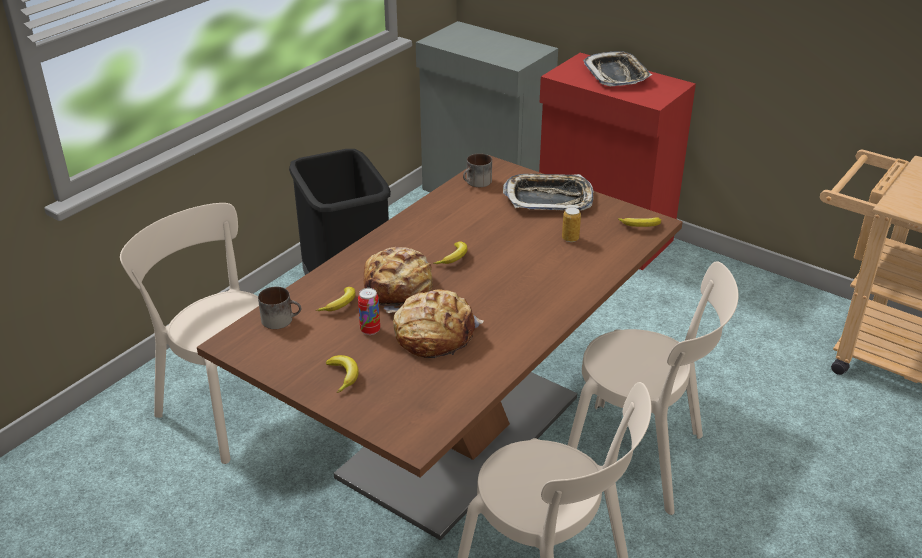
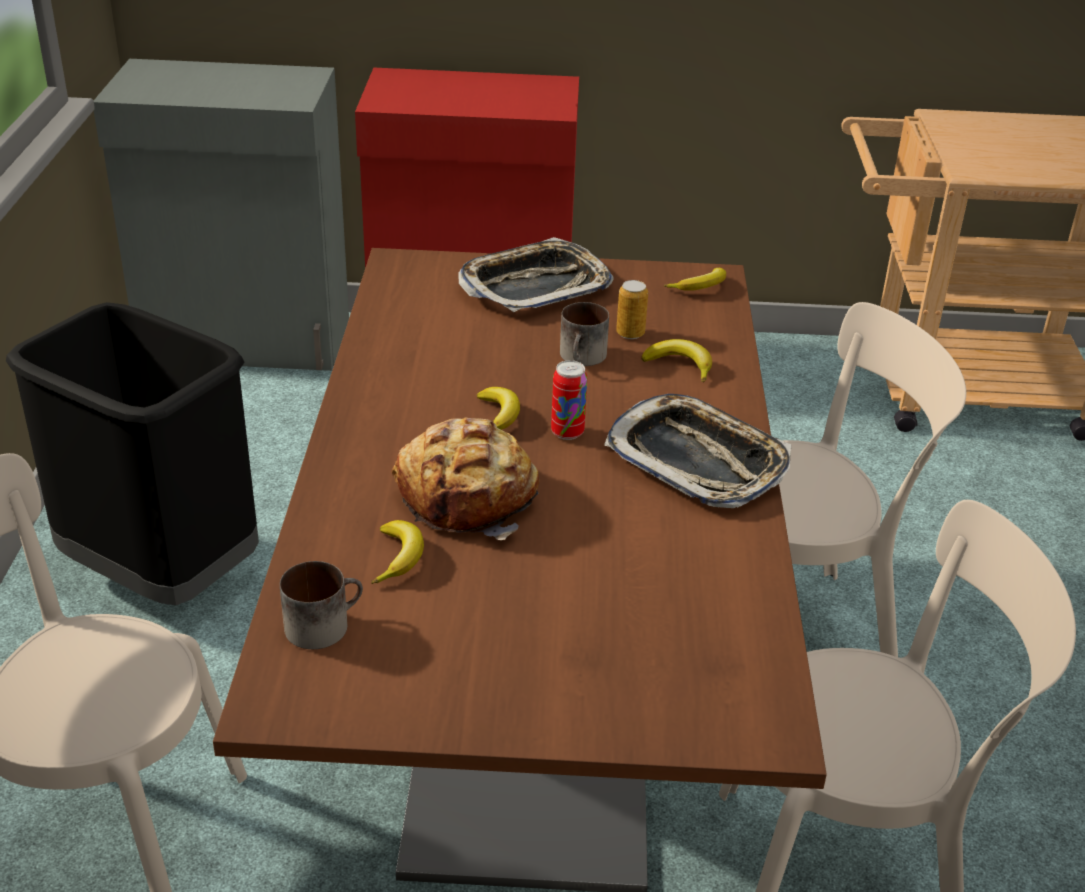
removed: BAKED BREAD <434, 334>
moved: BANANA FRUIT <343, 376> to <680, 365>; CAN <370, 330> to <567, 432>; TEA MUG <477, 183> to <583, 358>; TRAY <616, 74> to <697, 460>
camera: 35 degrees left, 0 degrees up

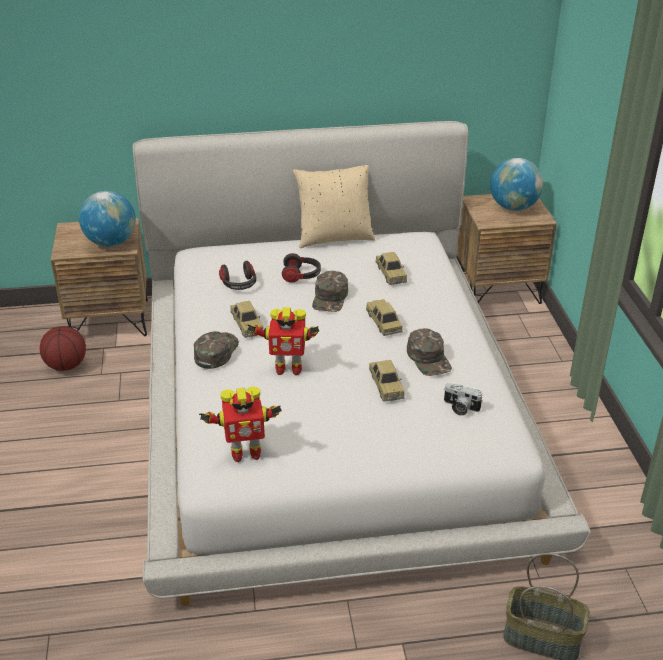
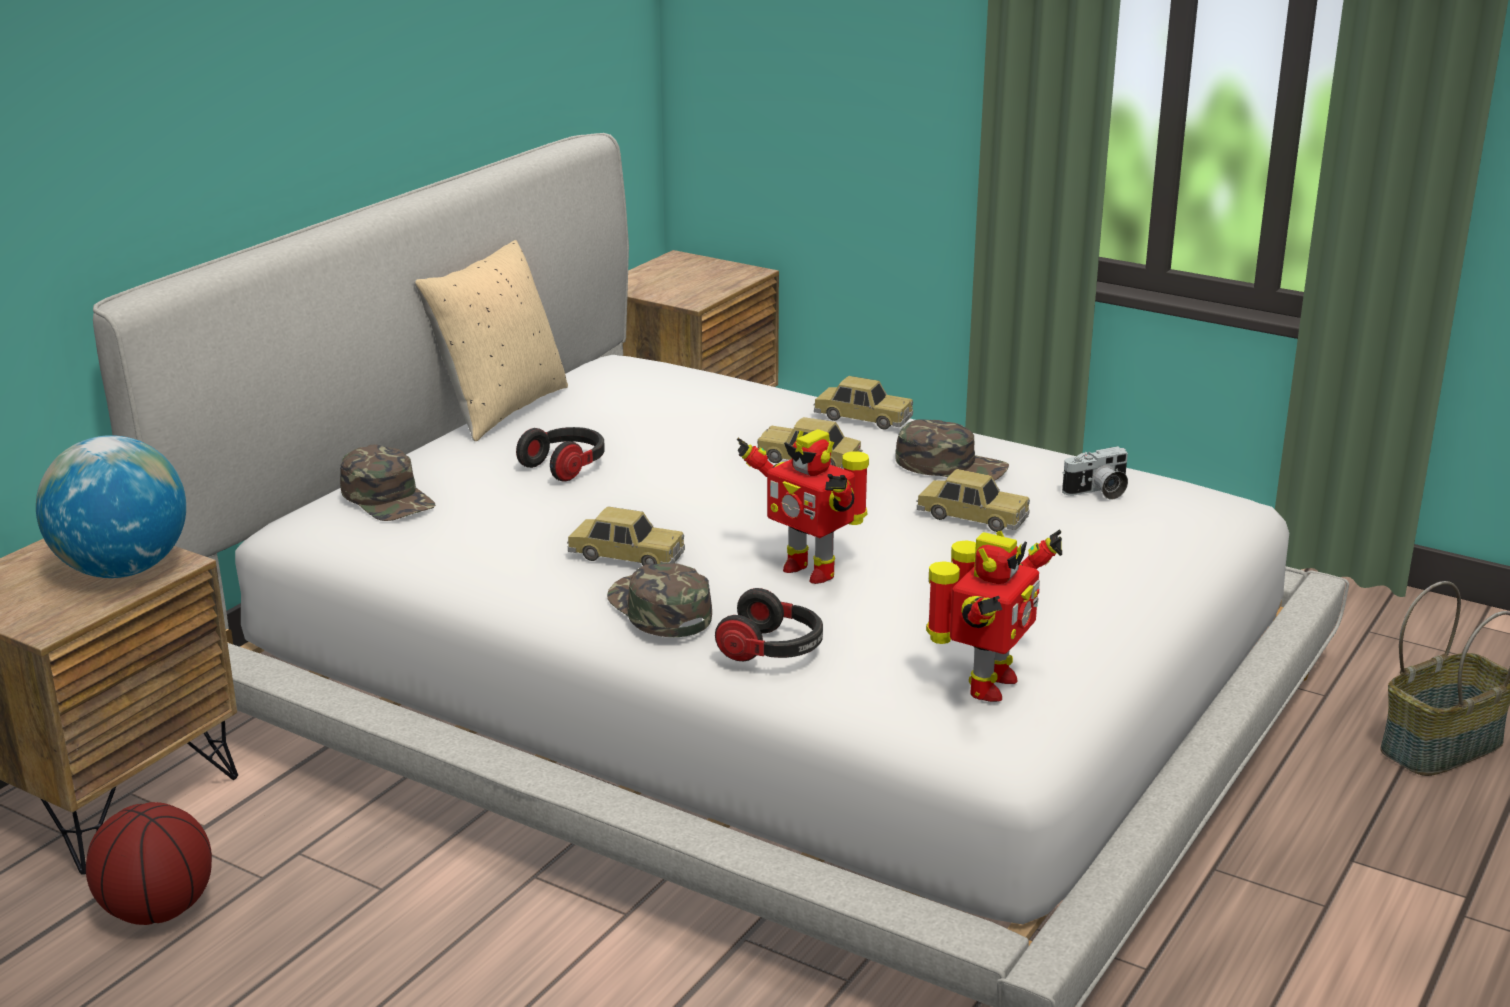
removed: WORLD GLOBE <513, 207>
moved: PAIR OF HEADPHONES <239, 285> to <773, 650>; GREEN-COLOURED PEAKED CAP <330, 298> to <388, 498>; MINIATURE CAR <390, 274> to <862, 418>
turned: ROBOT FIGURE <287, 368> = <810, 569> 90 degrees clockwise
camera: 50 degrees left, 10 degrees down

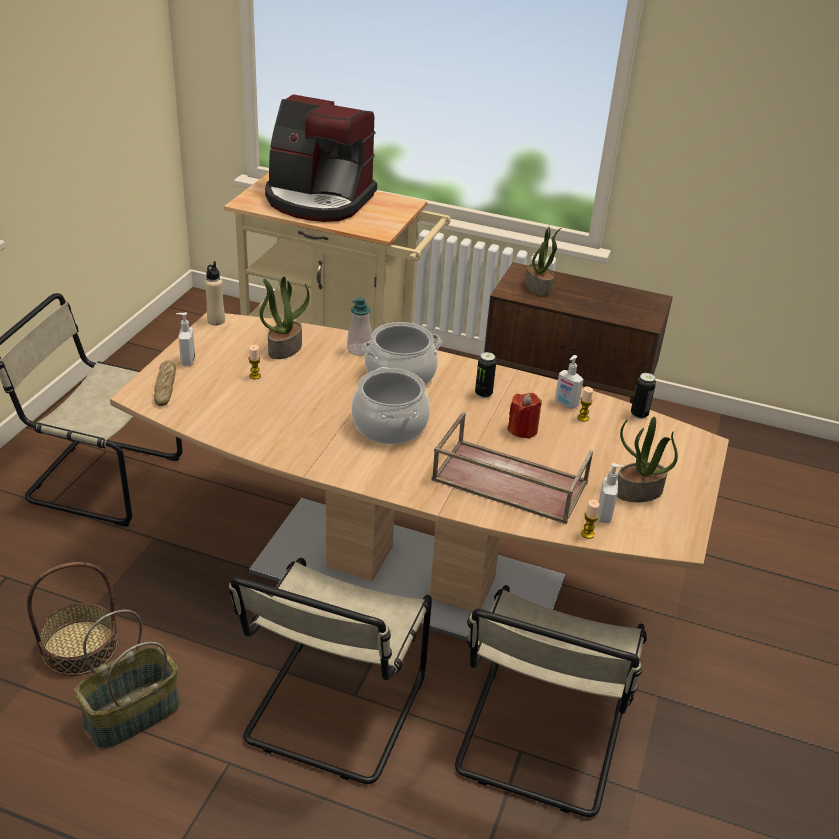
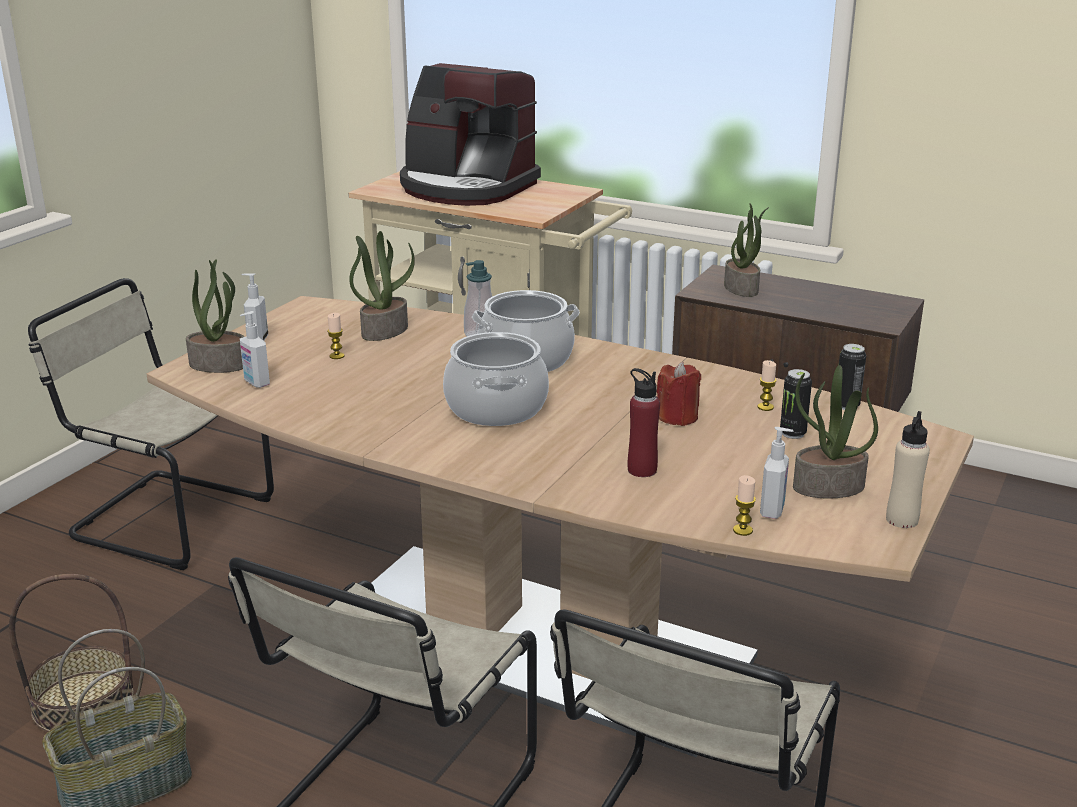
moved: BEIGE BOTTLE <216, 321> to <901, 520>; CAN <483, 393> to <792, 433>; SOAP BOTTLE <566, 404> to <256, 383>
replaced: BAKED BREAD <165, 388> to PLANT IN A POT <219, 364>; BROWN TRAY <508, 481> to RED BOTTLE <642, 470>
camera: 10 degrees right, 10 degrees down

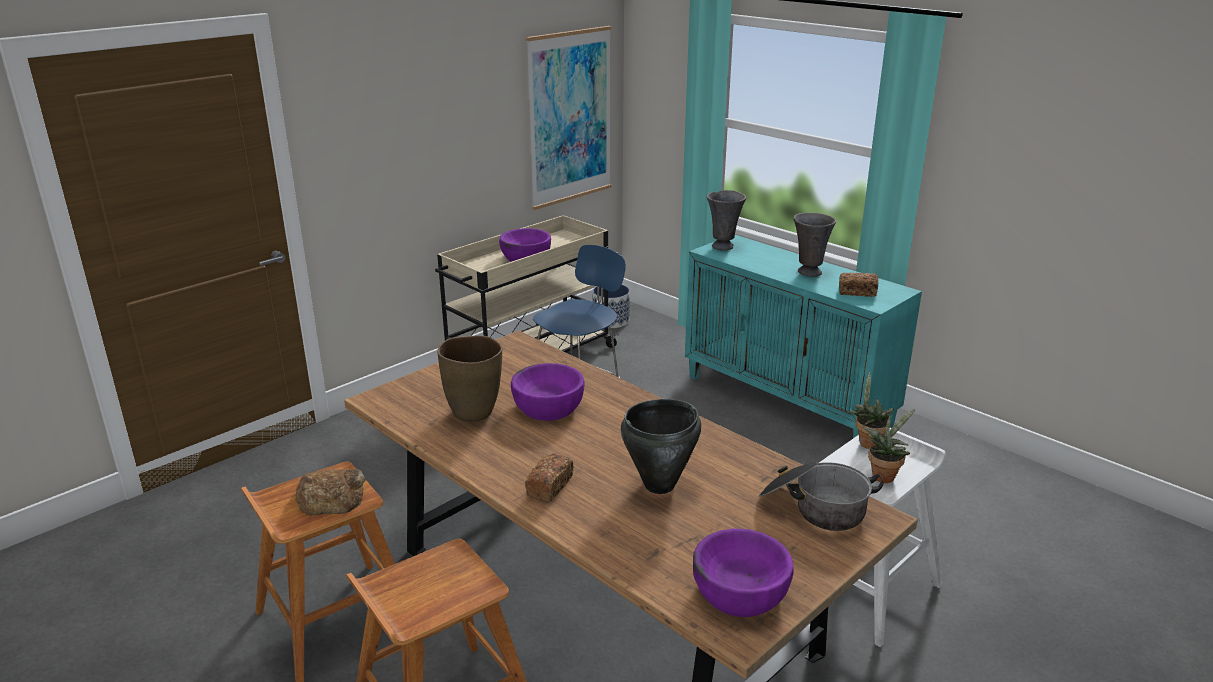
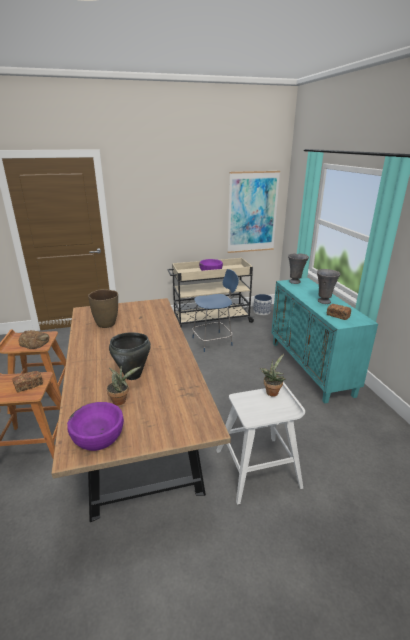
removed: PURPLE BOWL <548, 407>; STOCKPOT <814, 508>
moved: BAKED BREAD <550, 486> to <29, 385>; PLANT IN A POT <883, 475> to <121, 400>
camera: 30 degrees right, 0 degrees up

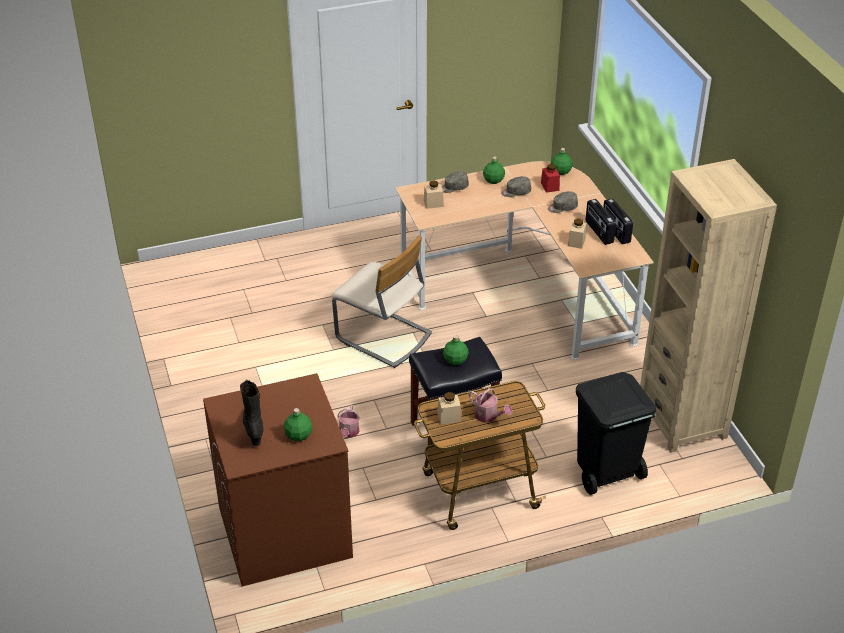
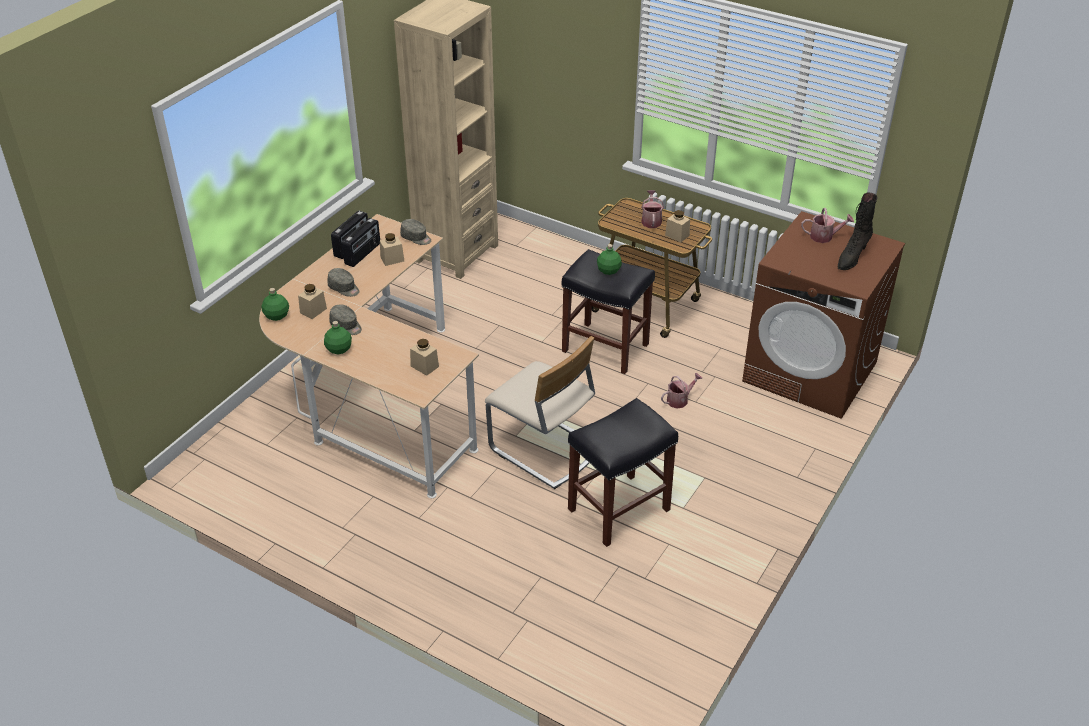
removed: BLACKISH TRASH CAN <606, 473>
added: BLACKISH STOOL <618, 510>
moved: GRAY PEAKED CAP <453, 187> to <416, 238>
replaced: GREEN-COLOURED BOTTLE <298, 435> to WATERING CAN <824, 236>
recoloured: RED STORAGE JAR <550, 186> to BEIGE STORAGE JAR <313, 310>
turned: BEIGE PLAIN CHAIR <383, 337> = <544, 450> 135 degrees clockwise
camera: 130 degrees left, 0 degrees up

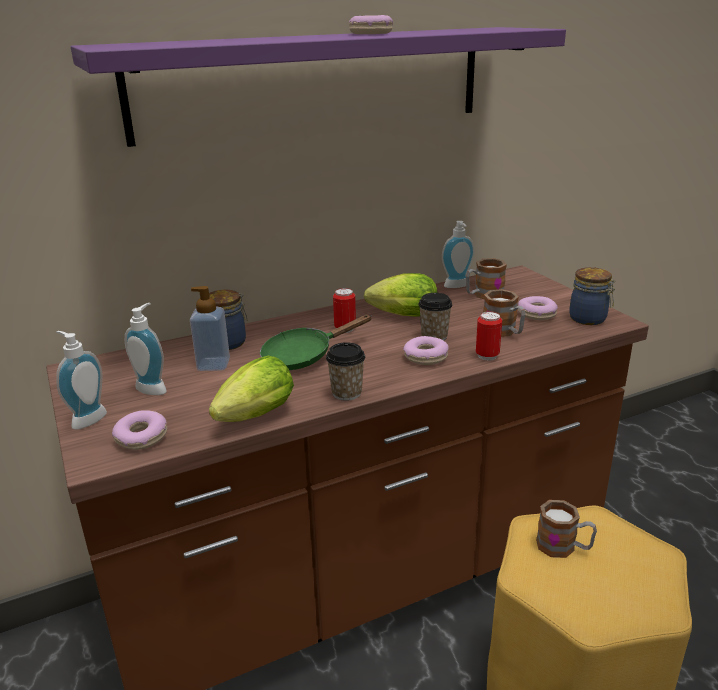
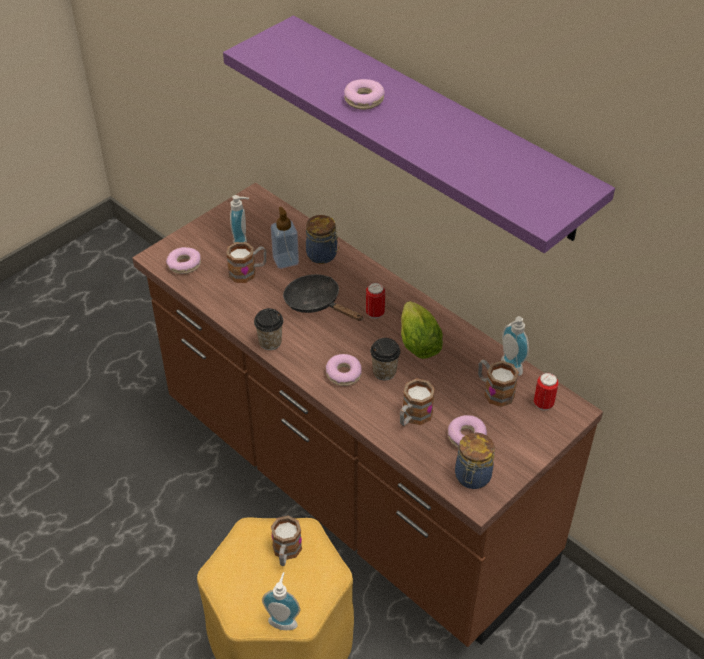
removed: LETTUCE <252, 418>
added: TEA MUG <248, 272>
moved: SOAP BOTTLE <86, 419> to <283, 620>; DONUT <370, 33> to <364, 100>; CAN <487, 356> to <543, 404>
recoloured: GREEN-COLOURED PAN <304, 356> to BLACKISH PAN <316, 303>
camera: 70 degrees right, 20 degrees up

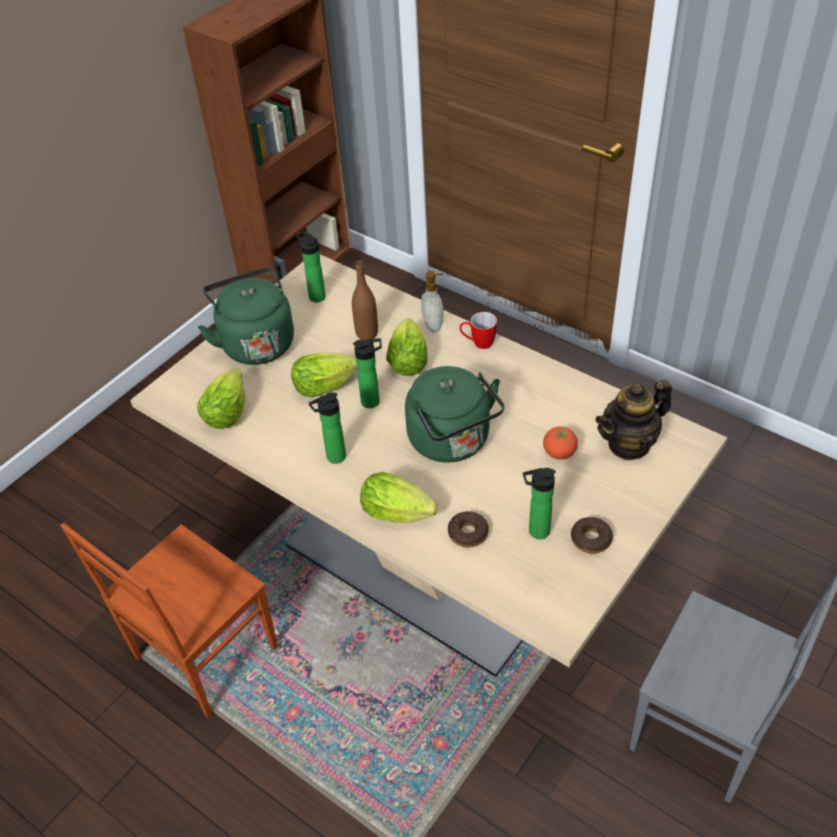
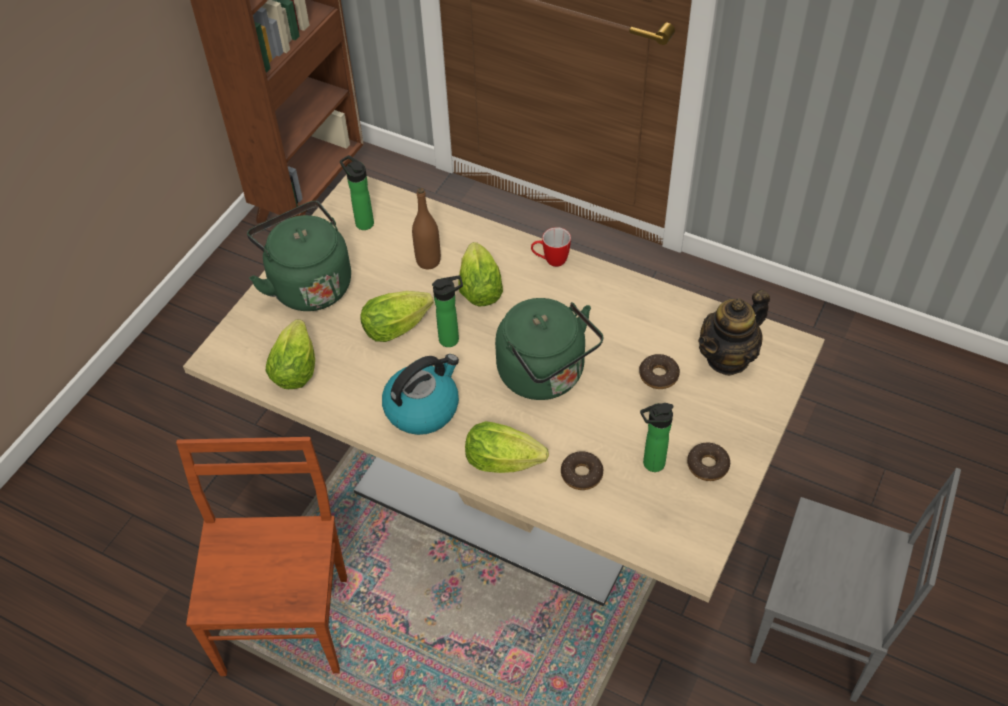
removed: SOAP BOTTLE <434, 325>
replaced: BOTTLE <333, 458> to TEA KETTLE <422, 408>; WHOLE TOMATO <559, 453> to DONUT <658, 375>
turned: BROWN PLAIN CHAIR <203, 653> = <288, 622> 150 degrees clockwise
camera: 10 degrees left, 5 degrees up

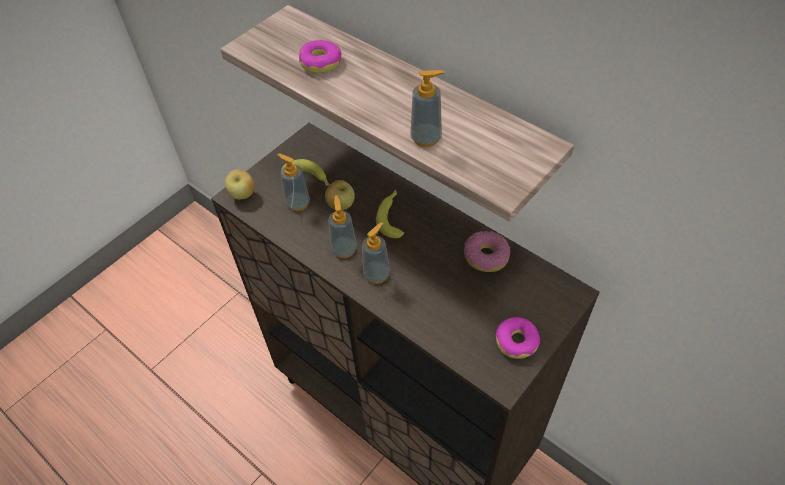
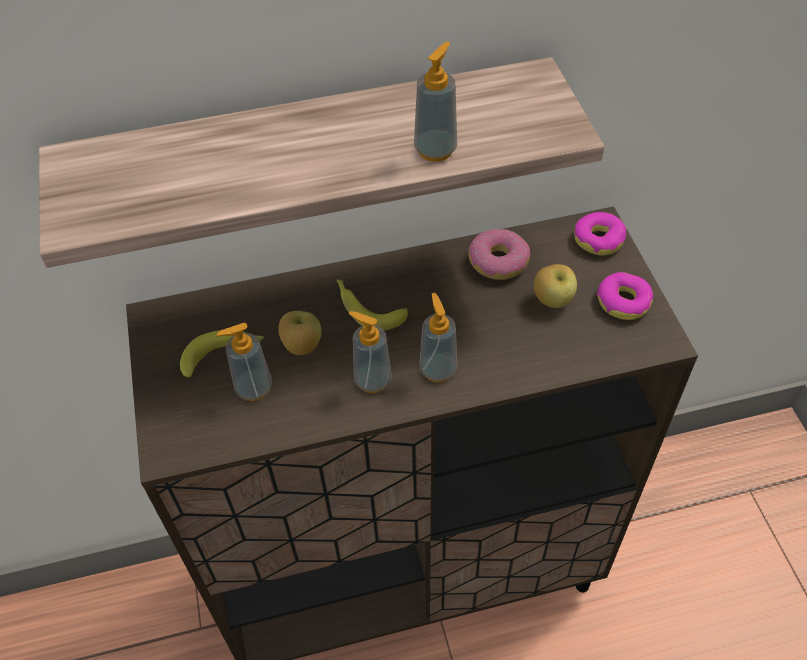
moved: APPLE FRUIT <243, 195> to <553, 300>; DONUT <321, 62> to <599, 239>
camera: 55 degrees left, 0 degrees up

